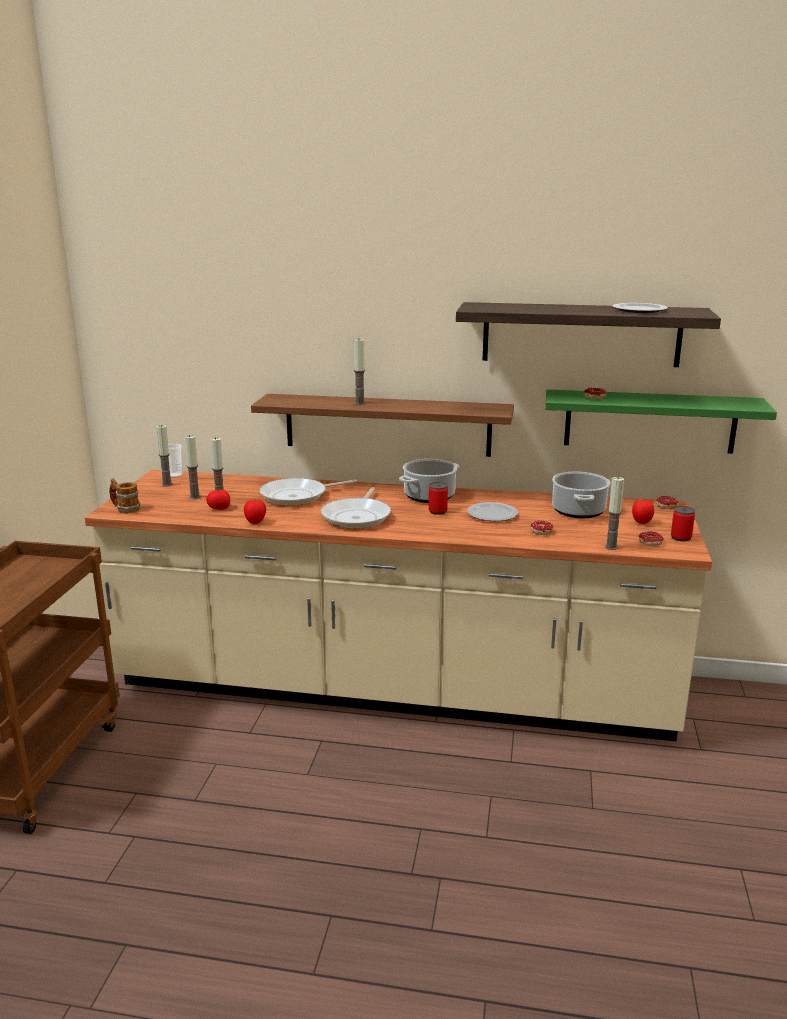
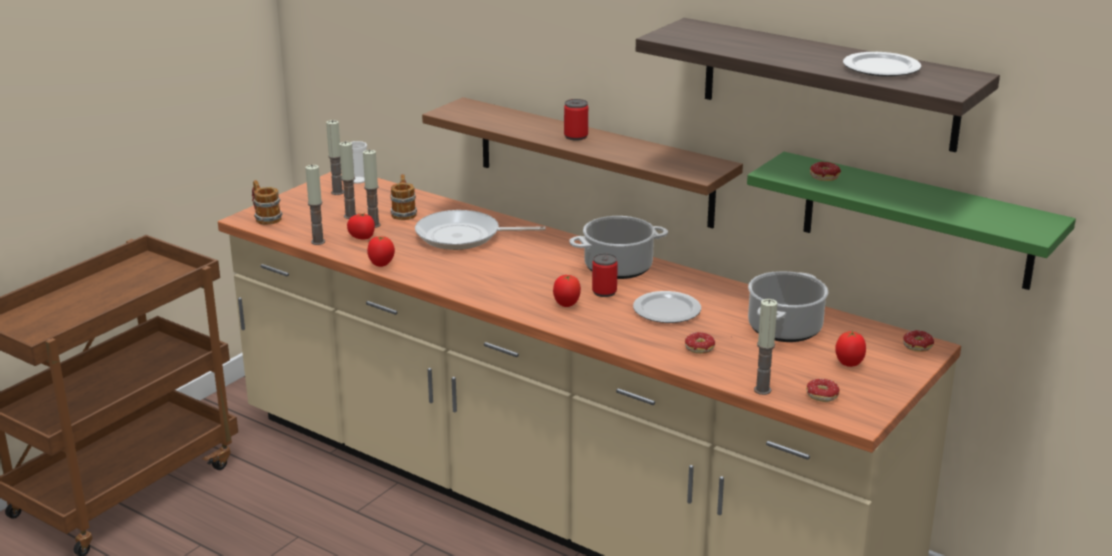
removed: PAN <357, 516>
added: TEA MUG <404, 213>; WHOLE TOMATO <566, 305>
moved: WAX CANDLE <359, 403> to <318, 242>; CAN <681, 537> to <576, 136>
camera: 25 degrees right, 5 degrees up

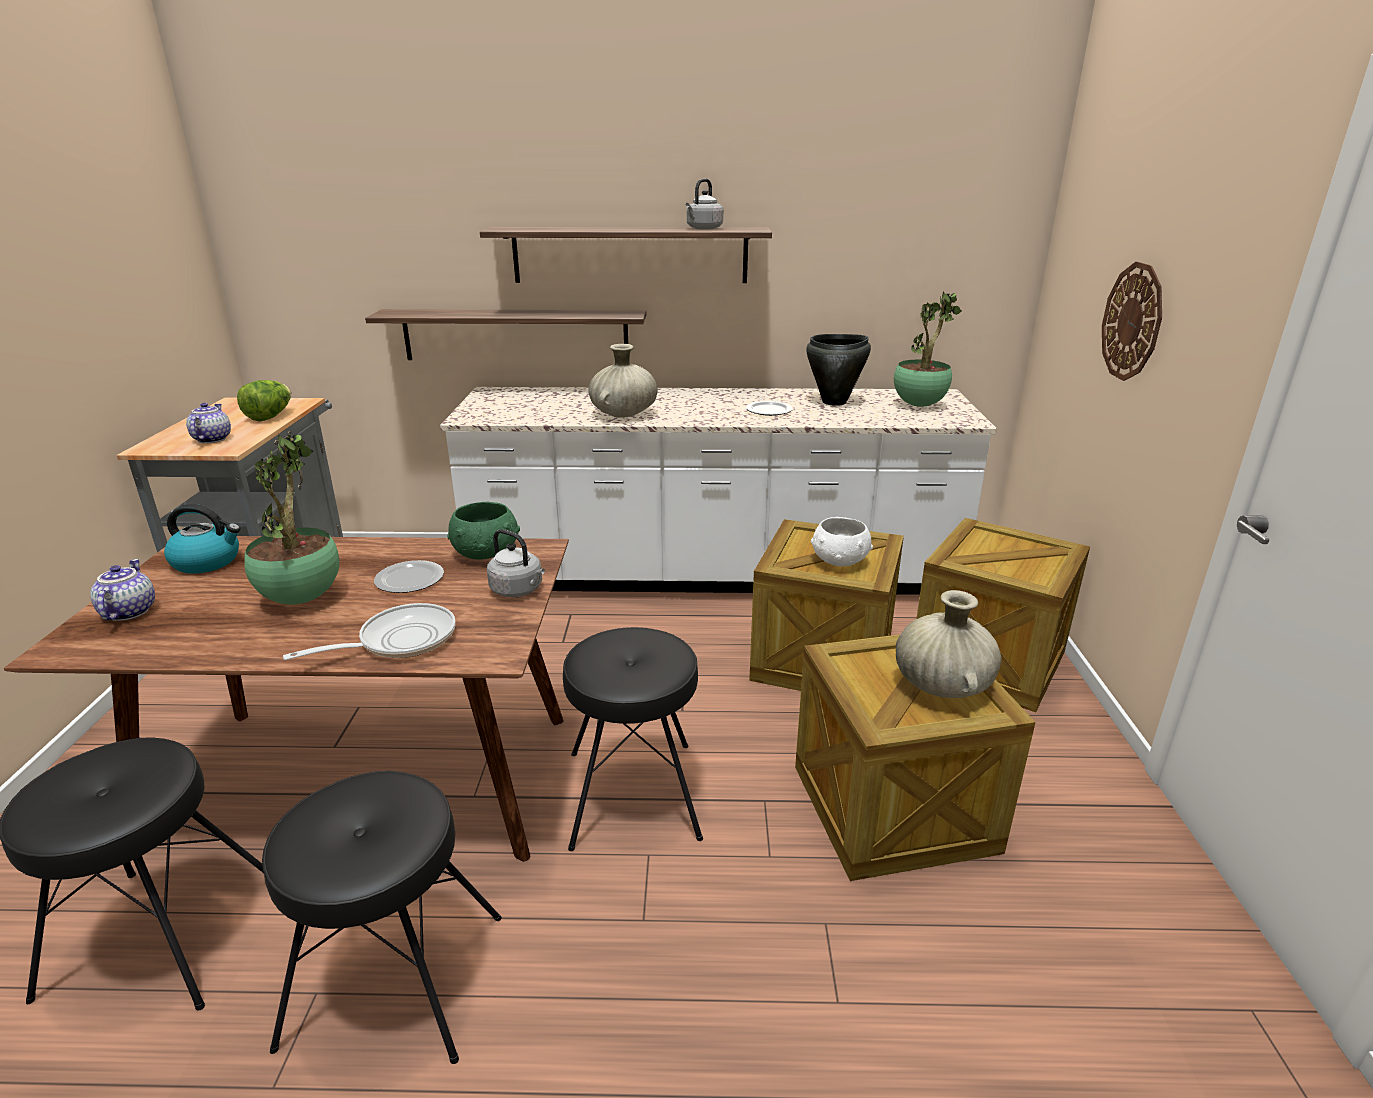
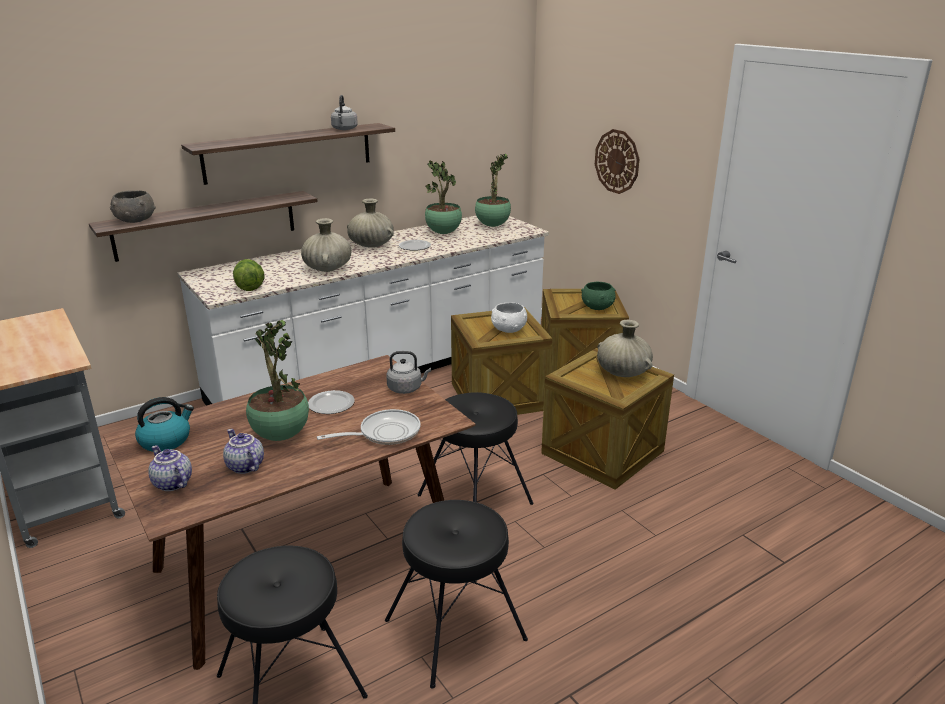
added: GRAY BOWL <135, 220>; BEIGE DECORATIVE VASE <371, 245>
moved: TEA POT <211, 439> to <244, 466>; LETTUCE <270, 416> to <249, 286>; GREEN-COLOURED BOWL <487, 552> to <597, 307>
replaced: BLACKISH STOCKPOT <834, 402> to PLANT IN A POT <444, 233>
turned: PAN <399, 641> = <384, 433> 45 degrees clockwise
camera: 35 degrees left, 0 degrees up

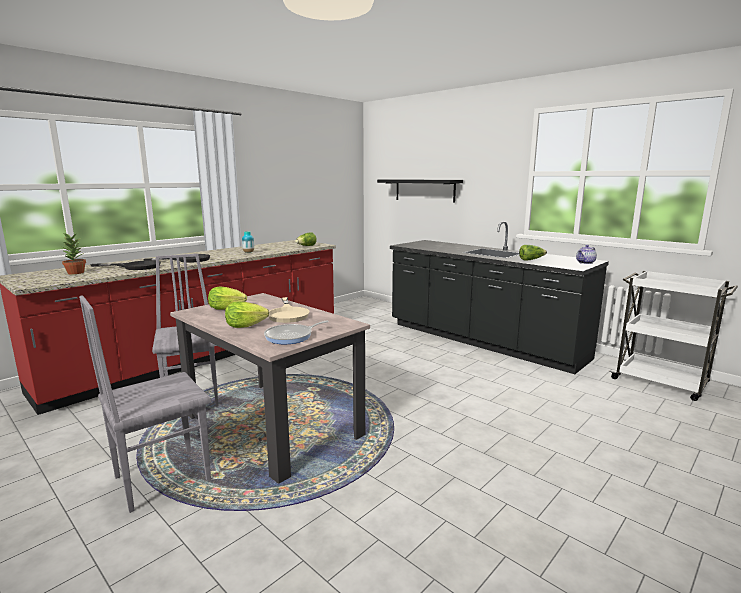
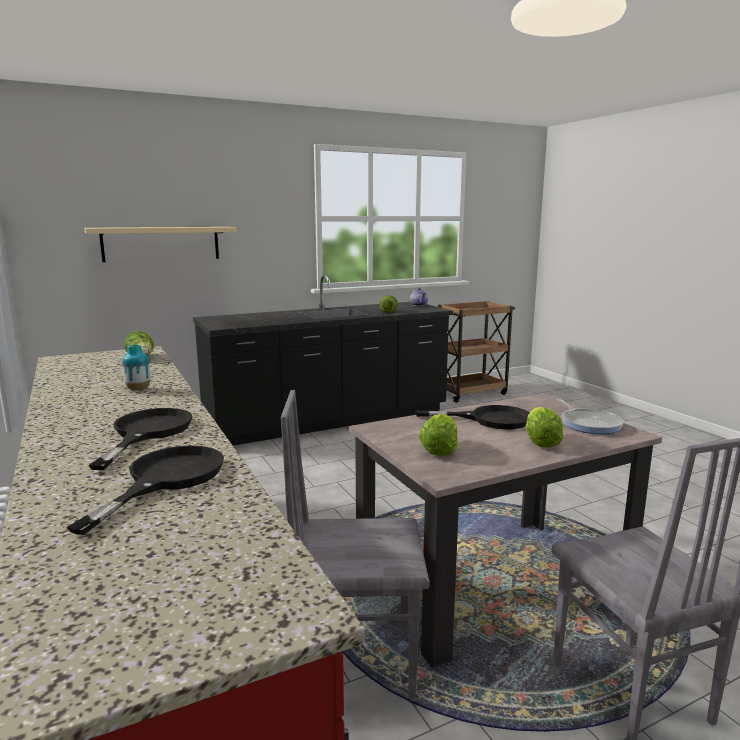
removed: PLANT IN A POT <75, 273>
recoloured: BEIGE PAN <288, 314> to BLACKISH PAN <489, 419>; BLACKISH BRACKET SHELF <424, 190> to BEIGE BRACKET SHELF <161, 243>; WHITE CART <661, 382> to BROWN CART <471, 393>
camera: 70 degrees left, 0 degrees up

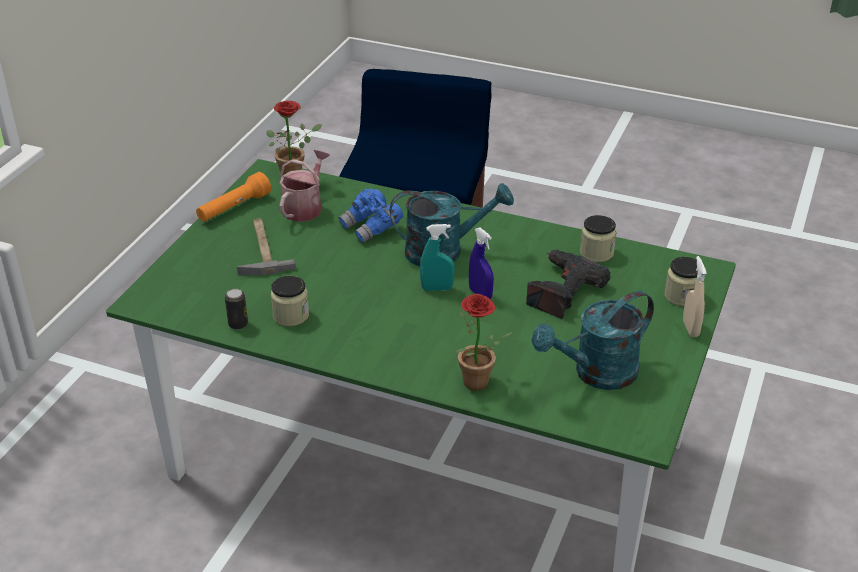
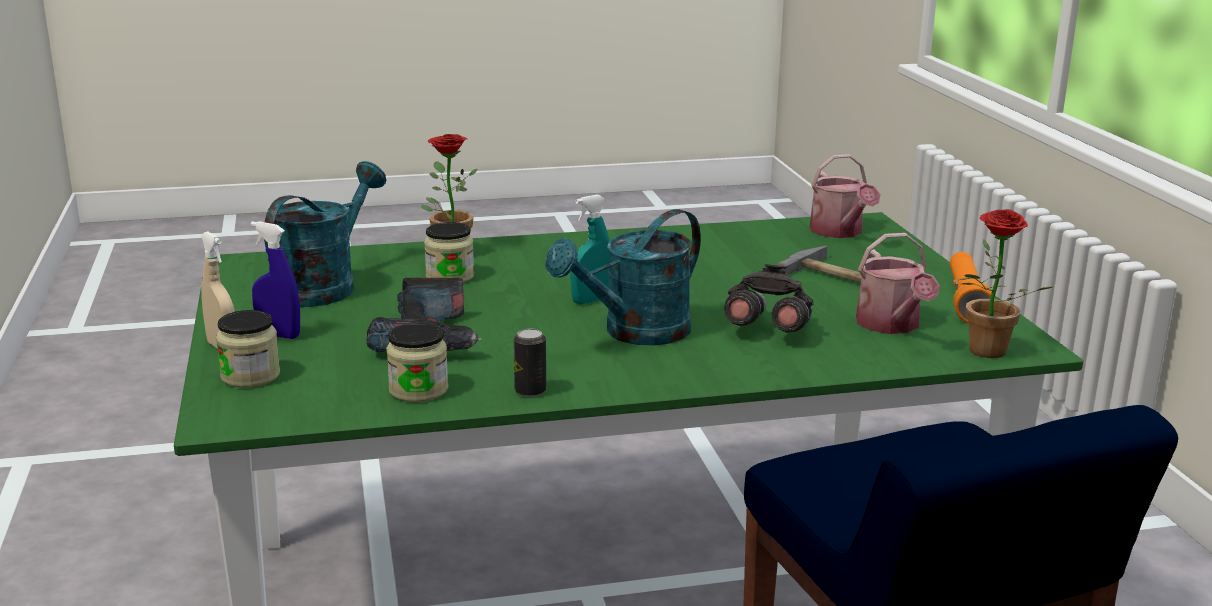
added: WATERING CAN <839, 232>
moved: CAN <238, 324> to <530, 391>; STORAGE JAR <291, 315> to <450, 277>; BLUISH SPRAYER <480, 294> to <278, 335>
recoloured: BLUISH PAIR OF BINOCULARS <371, 228> to GRAY PAIR OF BINOCULARS <767, 330>
camera: 145 degrees right, 15 degrees down

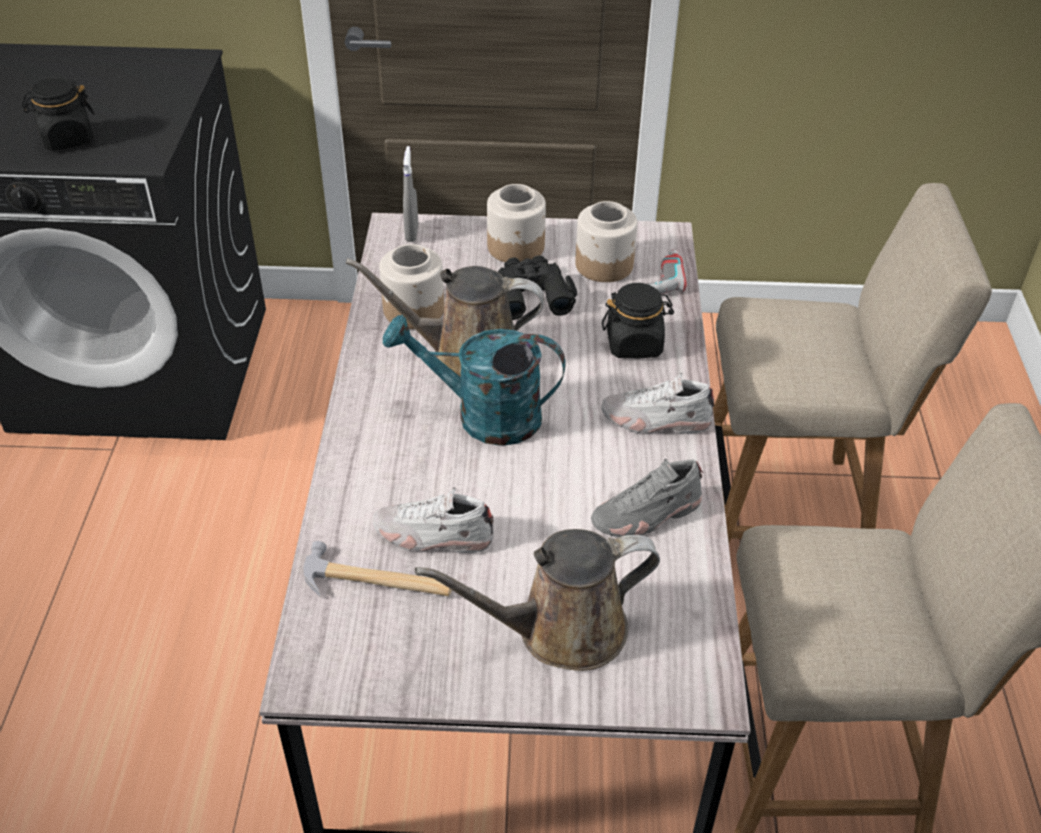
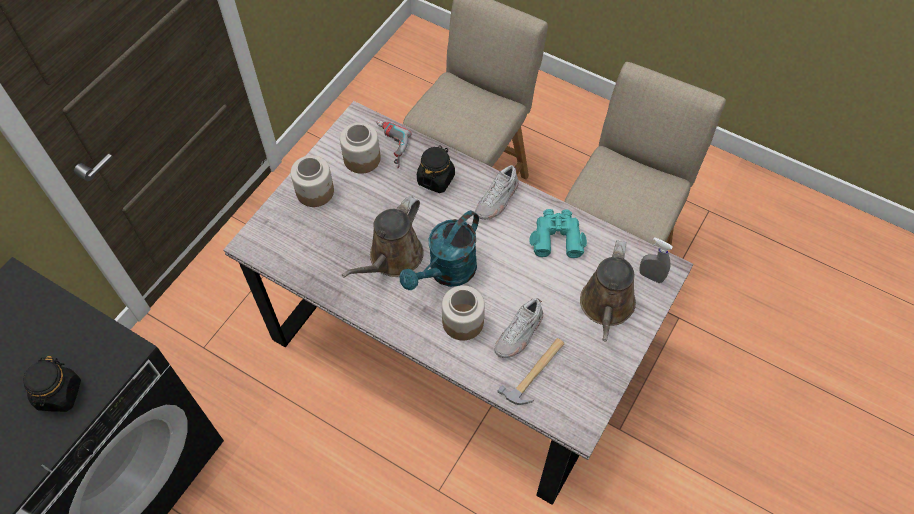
removed: BLACKISH PAIR OF BINOCULARS <531, 294>
moved: STORAGE JAR <414, 309> to <462, 321>; GRAY SPRAYER <411, 233> to <651, 276>
replaced: GRAY ITEM OF FOOTWEAR <647, 515> to TURQUOISE-COLOURED PAIR OF BINOCULARS <557, 237>
camera: 60 degrees left, 15 degrees up

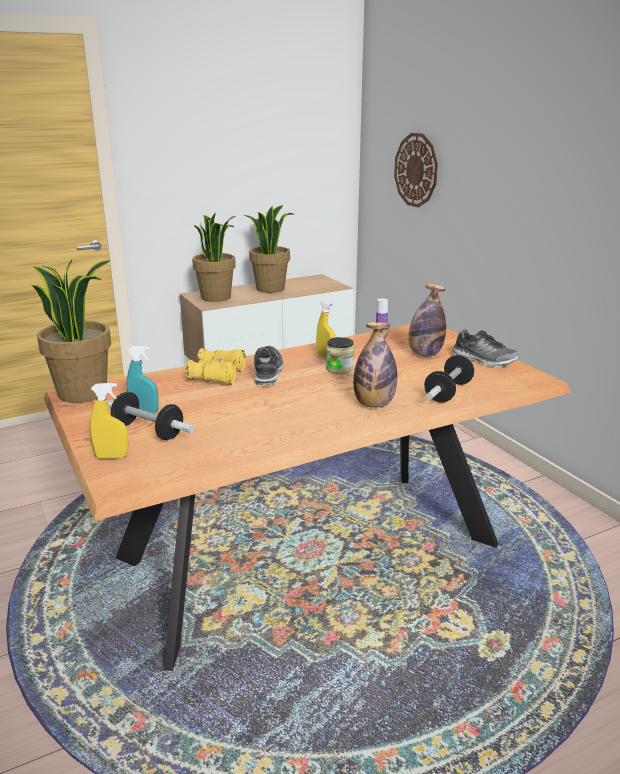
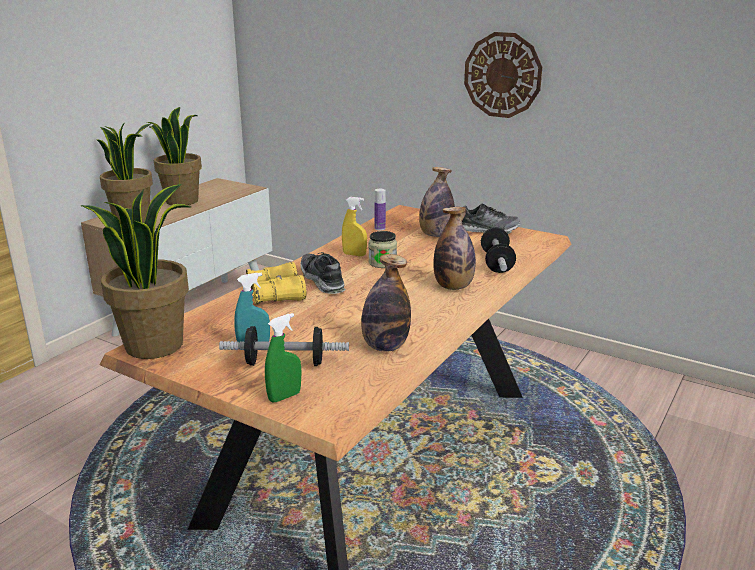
added: BOTTLE <385, 346>
moved: HANGING CLOCK <416, 170> to <502, 75>
recoloured: YELLOW-COLOURED SPRAYER <112, 457> to GREEN-COLOURED SPRAYER <284, 396>
camera: 30 degrees left, 0 degrees up

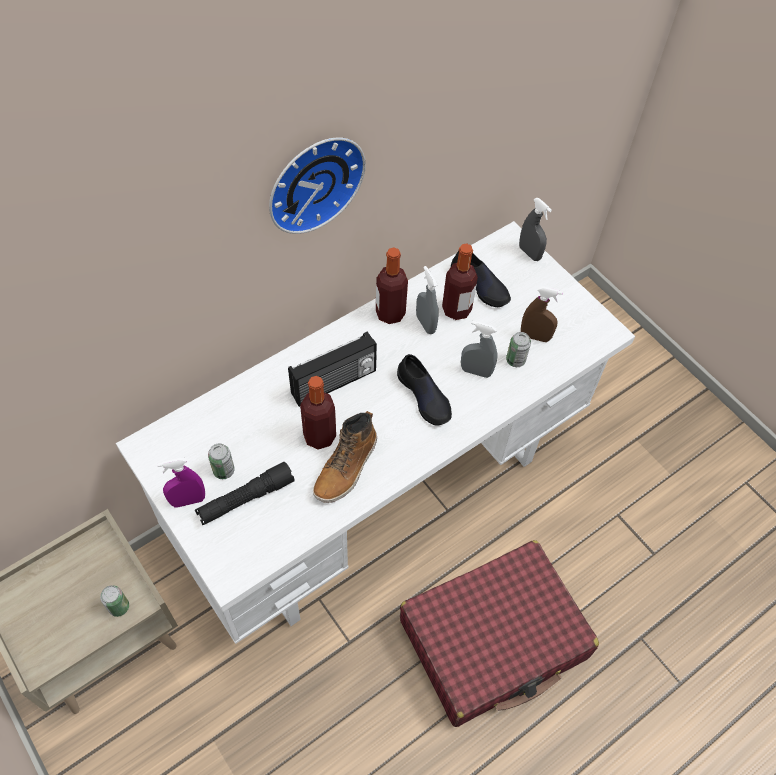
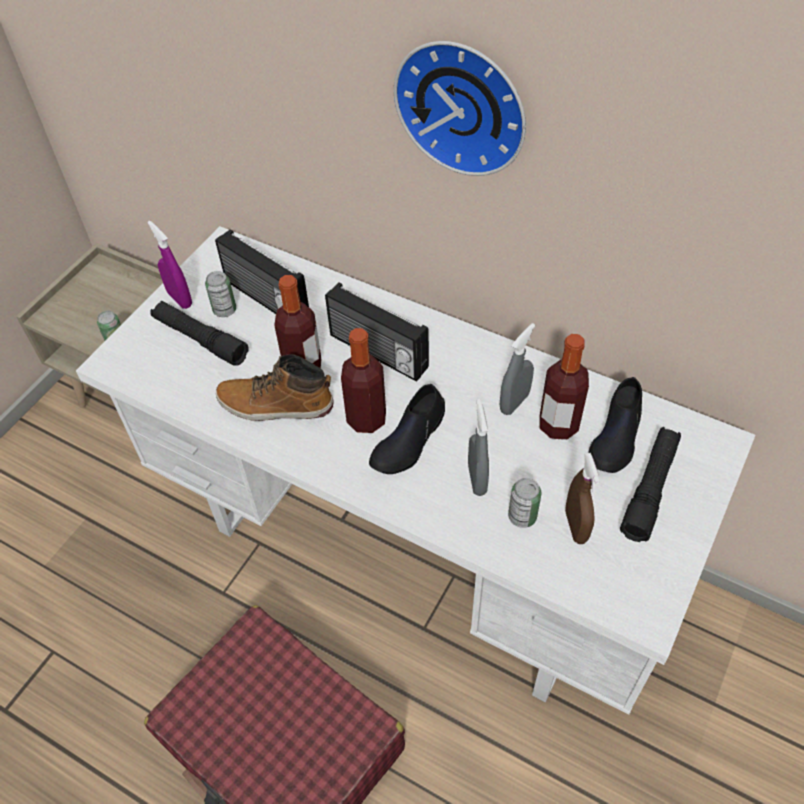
removed: GRAY SPRAYER <529, 253>
added: RADIO SET <265, 299>; BLACKISH HAND TORCH <650, 489>
moved: BOTTLE <390, 313> to <366, 419>
camera: 70 degrees right, 5 degrees down

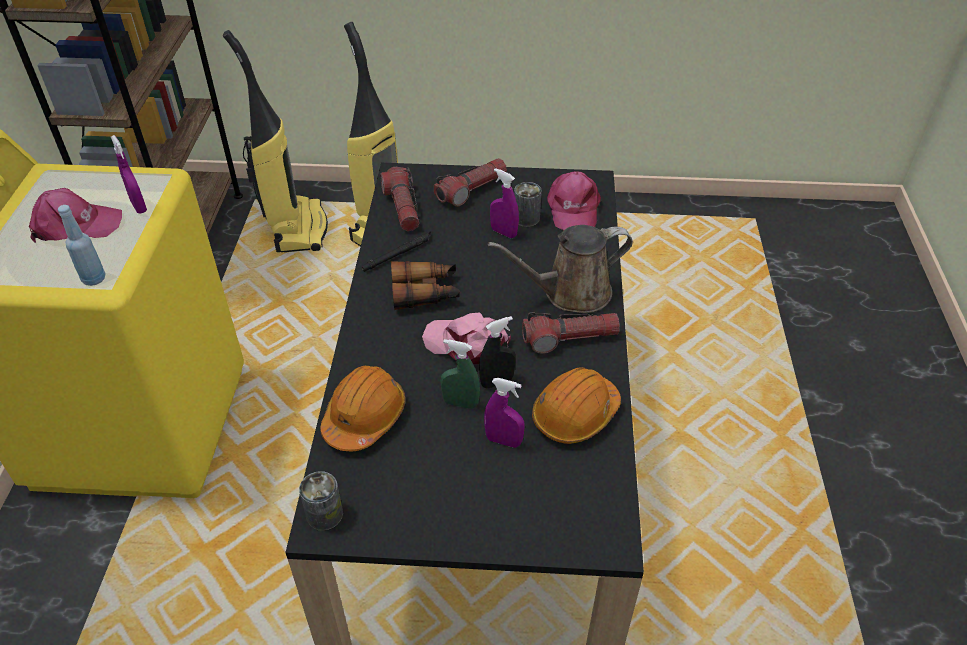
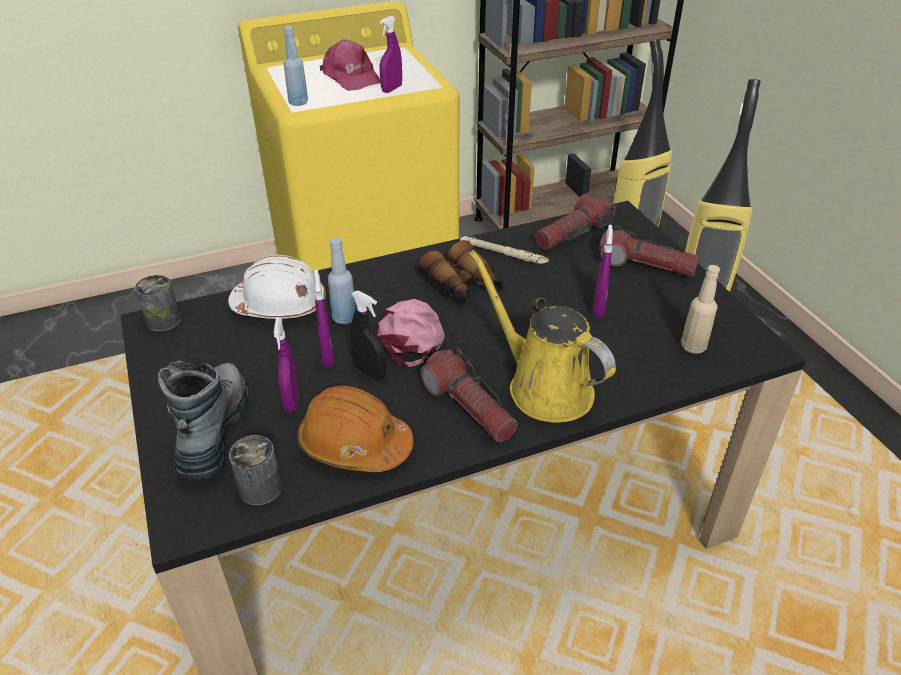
added: TALL BOOT <214, 431>; BLUISH BOTTLE <344, 318>
moved: CAN <526, 218> to <260, 488>
replaced: PINK PEAKED CAP <573, 208> to BEIGE BOTTLE <693, 347>
recoloured: ORANGE HARD HAT <364, 417> to WHITE HARD HAT <280, 305>; BLACKISH HAND TORCH <398, 254> to BEIGE HAND TORCH <503, 253>; GREEN-COLOURED SPRAYER <460, 403> to PURPLE SPRAYER <327, 356>; BROWN WATERING CAN <570, 293> to YELLOW-COLOURED WATERING CAN <543, 387>
camera: 65 degrees right, 5 degrees down

